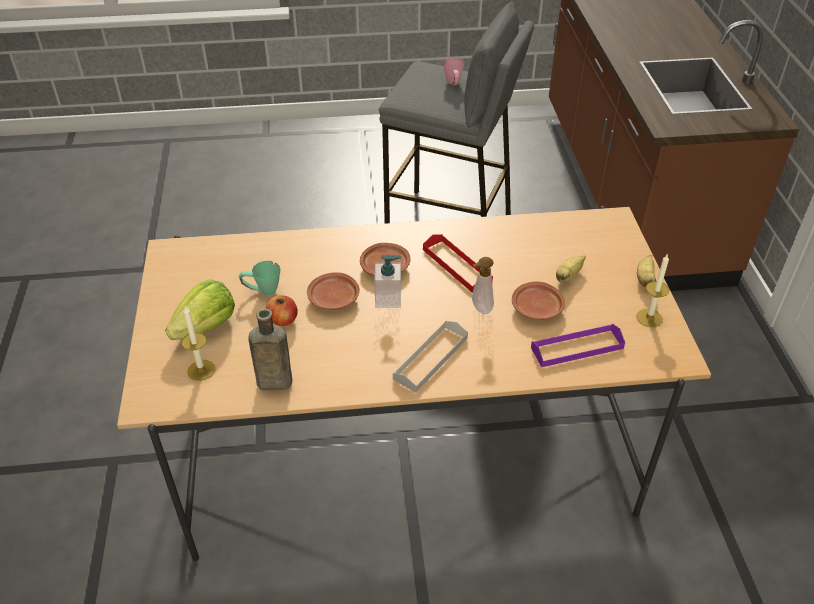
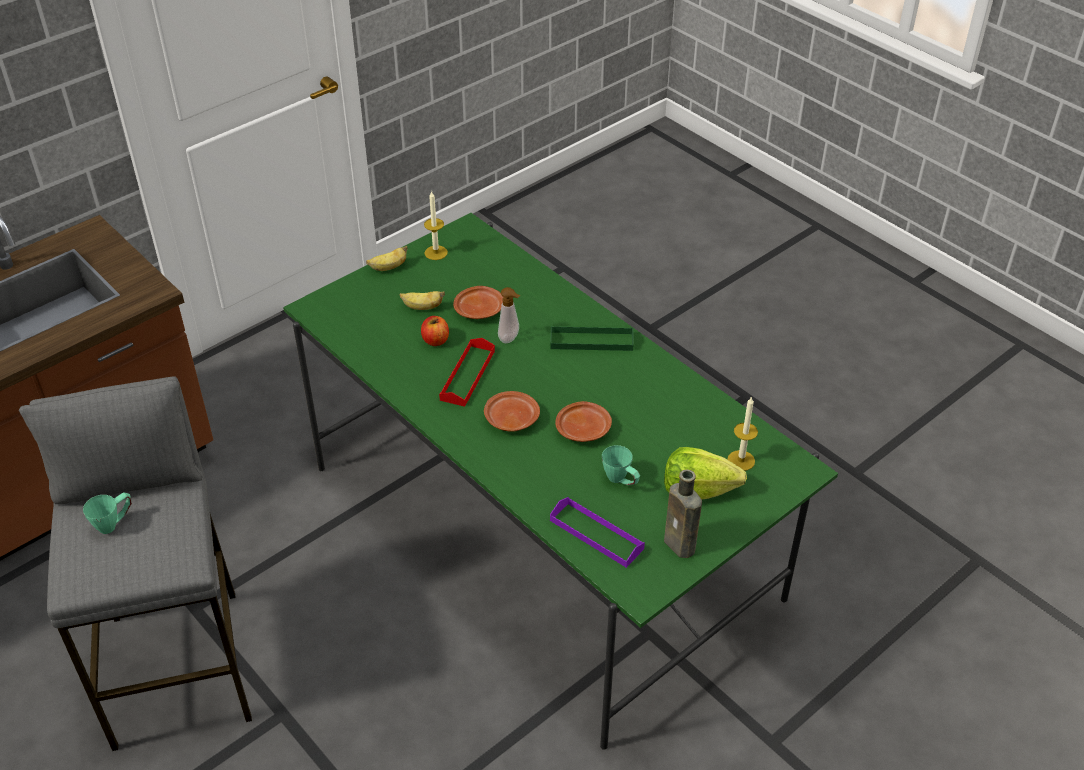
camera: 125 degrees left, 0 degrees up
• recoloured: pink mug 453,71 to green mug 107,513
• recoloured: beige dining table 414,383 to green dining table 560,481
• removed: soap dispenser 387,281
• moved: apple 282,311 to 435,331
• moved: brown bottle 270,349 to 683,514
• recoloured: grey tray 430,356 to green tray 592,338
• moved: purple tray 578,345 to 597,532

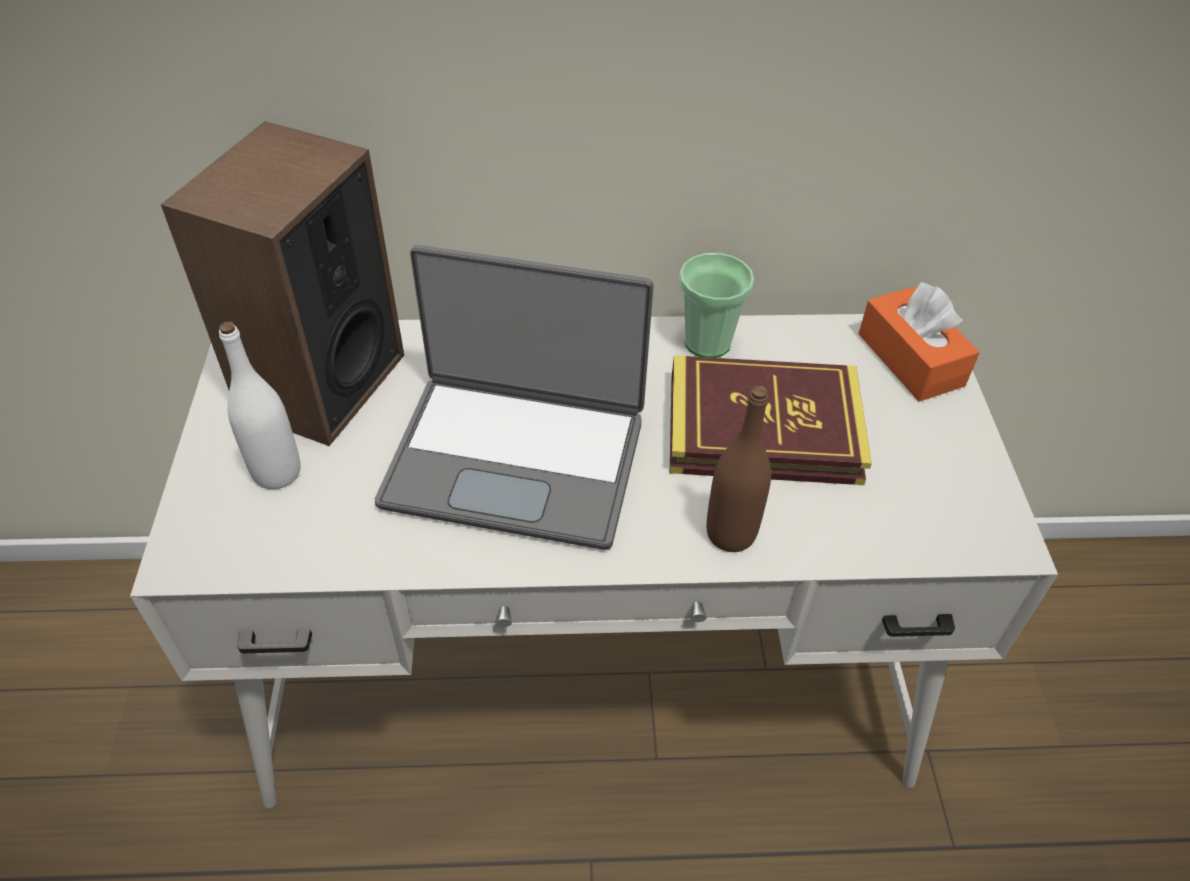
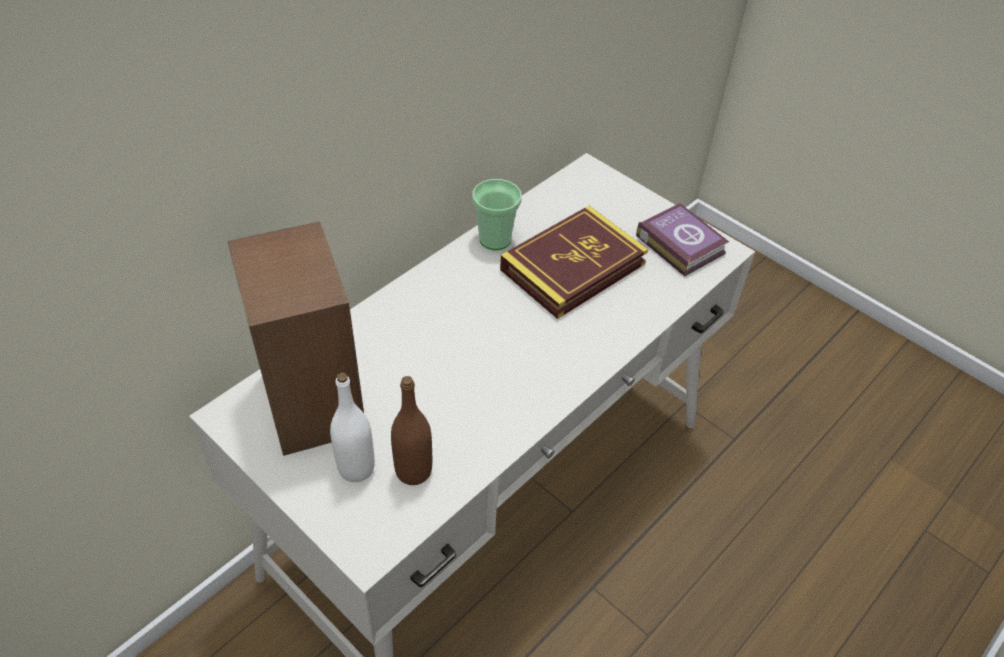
camera: 45 degrees left, 0 degrees up
• removed: laptop 514,397
• removed: orange tissue box 919,341
• moved: brown bottle 738,469 to 411,430
• added: book 682,239

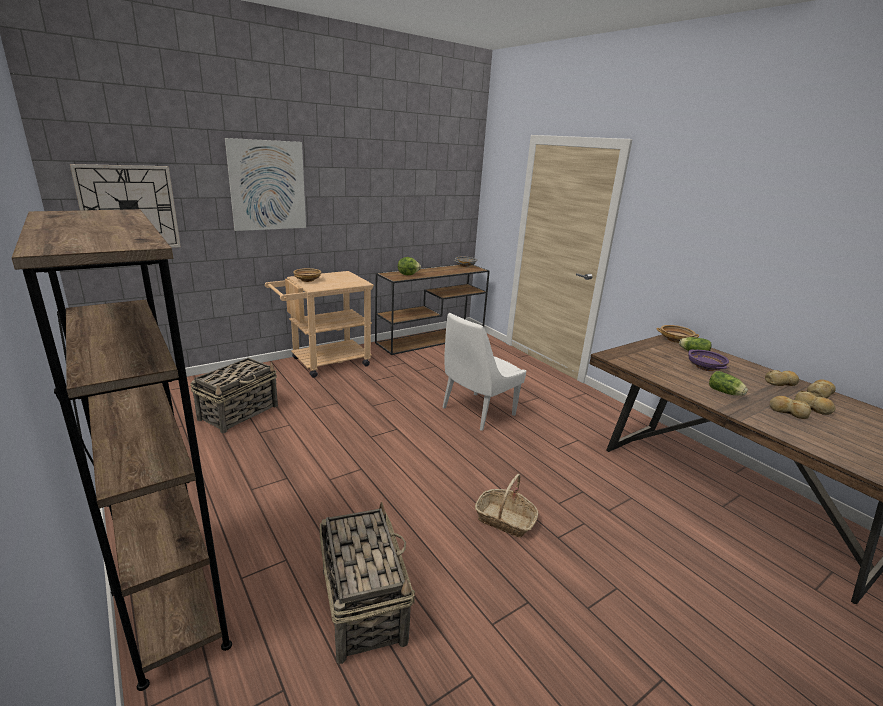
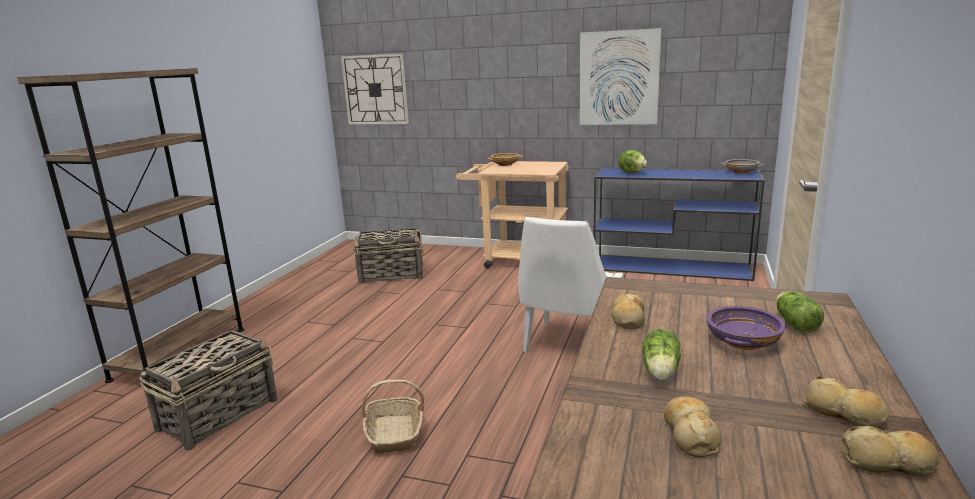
camera: 55 degrees right, 5 degrees down
• moved: picture 265,184 to 620,76
• recoloured: brown console table 432,309 to blue console table 679,224
• turned: white chair 484,372 = 570,285 75 degrees counterclockwise
• removed: beige bowl 678,334
• moved: bread 815,403 to 628,311

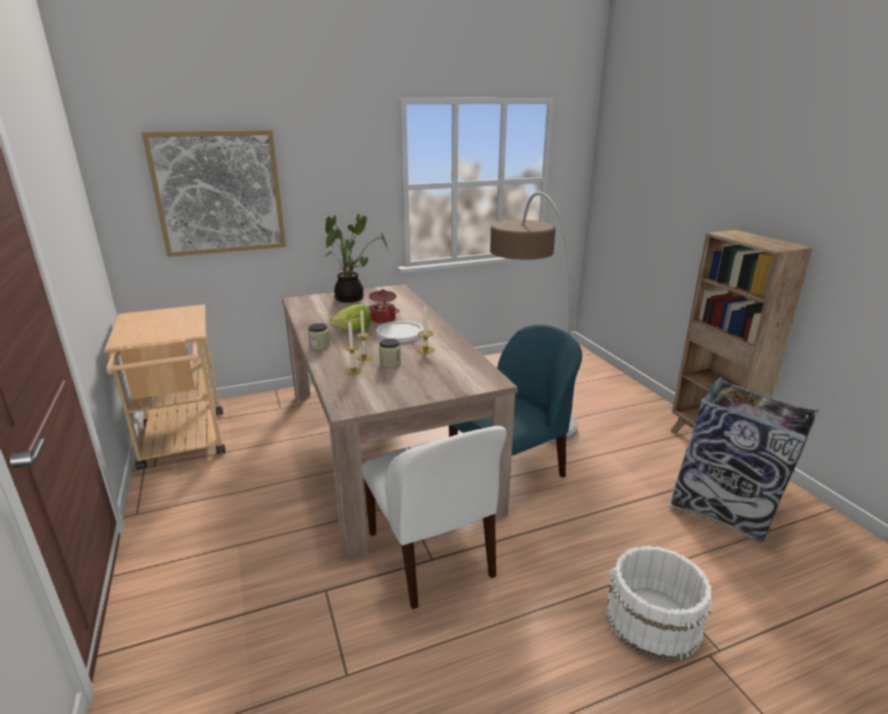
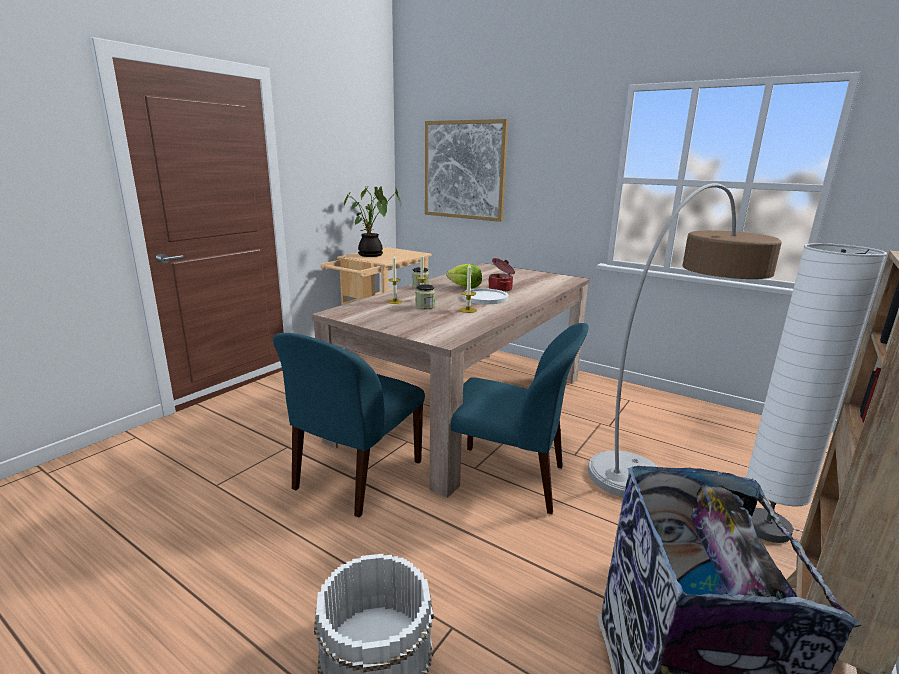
camera: 55 degrees right, 5 degrees down
• moved: potted plant 356,258 to 372,221
• recoloured: white chair 434,517 to blue chair 349,425
• added: white floor lamp 816,393

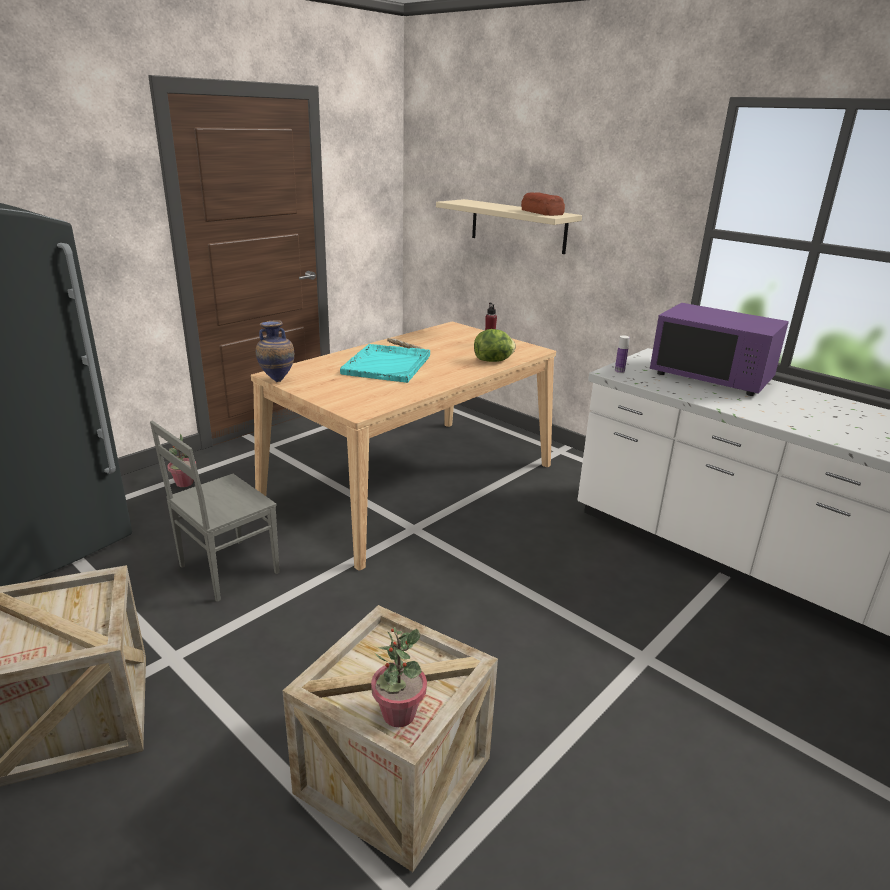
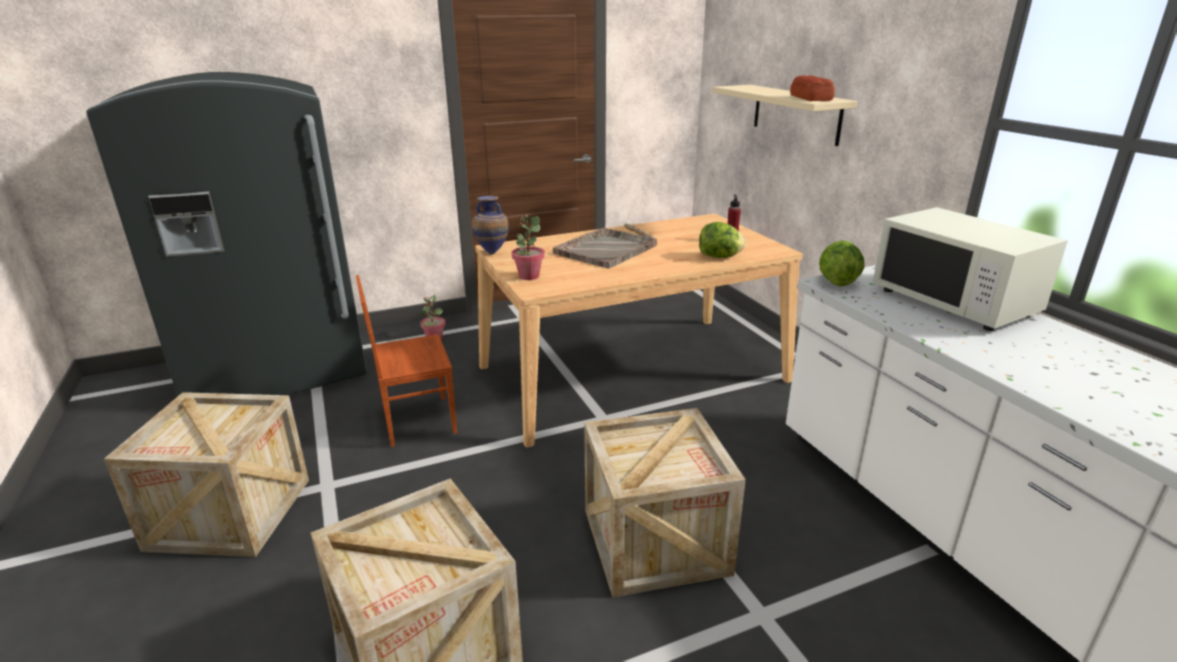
camera: 25 degrees right, 0 degrees up
• recoloured: purple microwave 719,349 to white microwave 970,269
• replaced: bottle 622,354 to lettuce 842,263
• recoloured: turquoise tray 385,363 to grey tray 605,248
• recoloured: grey chair 215,511 to brown chair 406,361
• moved: potted plant 399,677 to 528,247
• added: crate 665,502

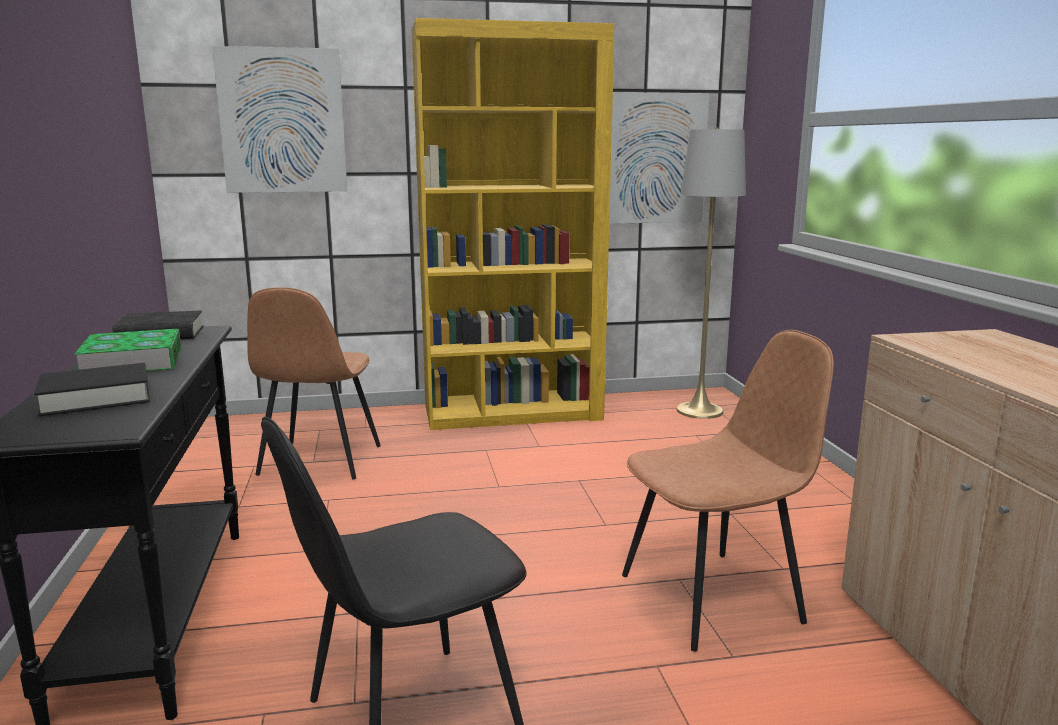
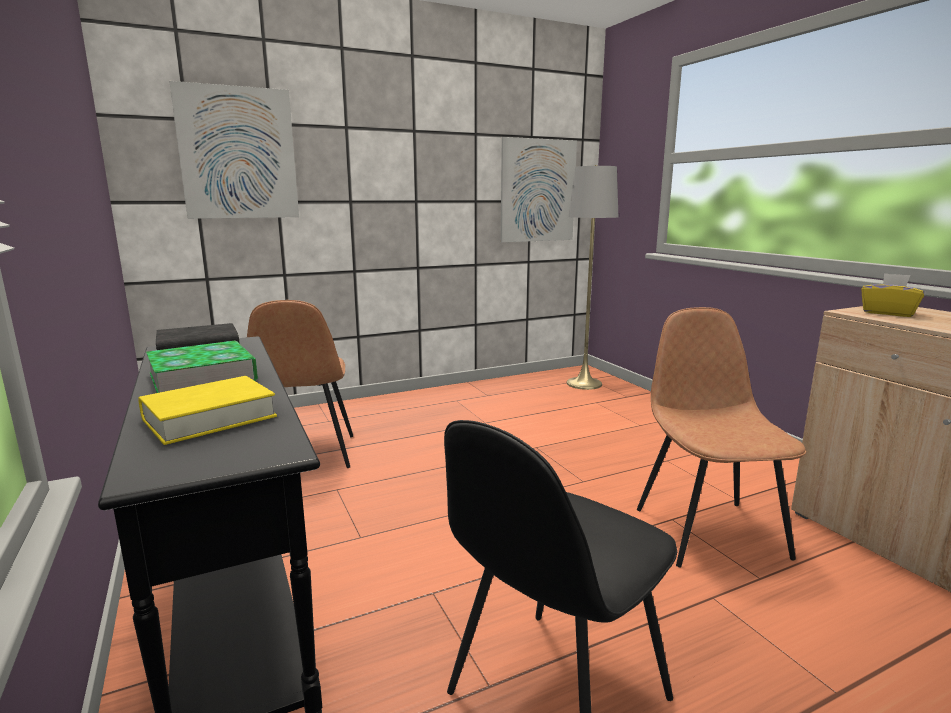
camera: 15 degrees left, 0 degrees up
• removed: yellow bookcase 513,224
• turned: brown chair 728,490 = 721,437 60 degrees counterclockwise
• recoloured: black book 92,389 to yellow book 207,410
• added: yellow tissue box 892,295

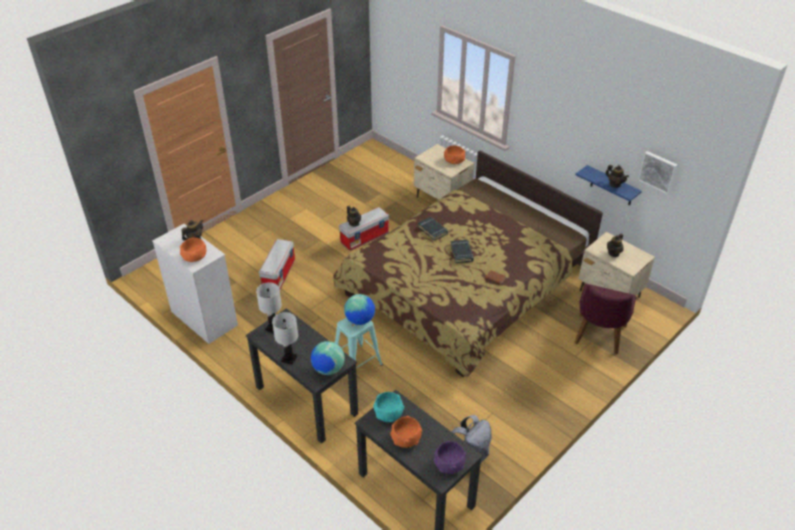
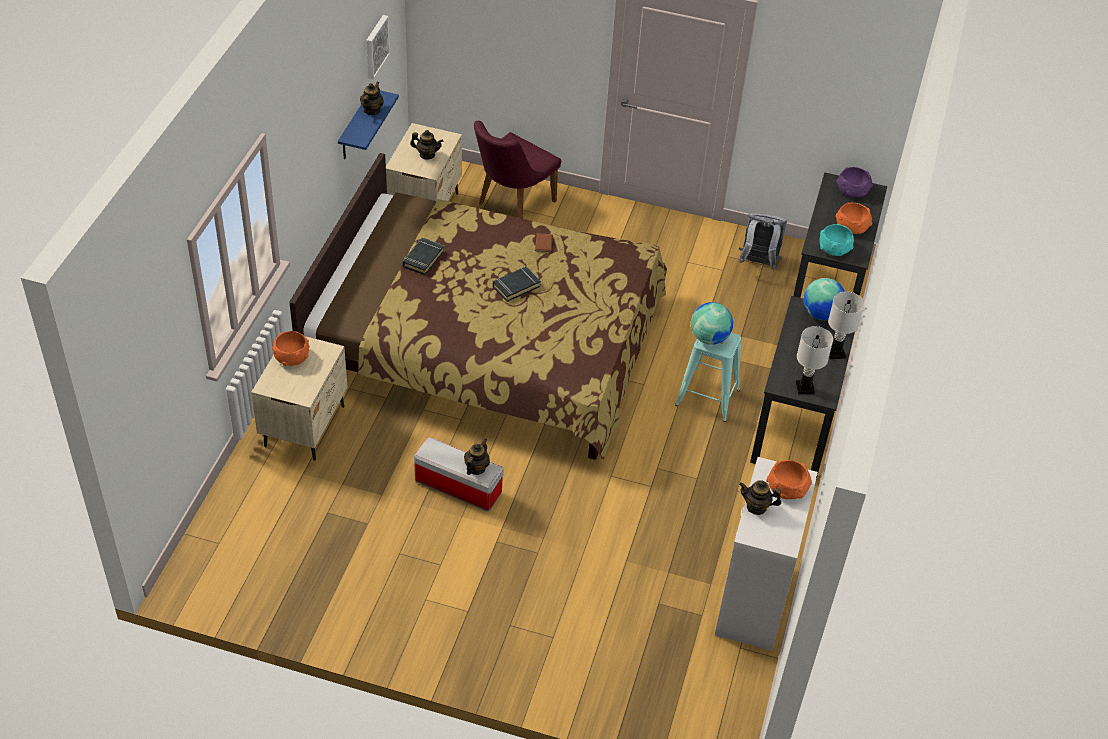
camera: 120 degrees left, 5 degrees up
• moved: black book 433,229 to 423,256
• removed: storage box 277,264
• turned: purple chair 605,319 = 517,170 135 degrees clockwise

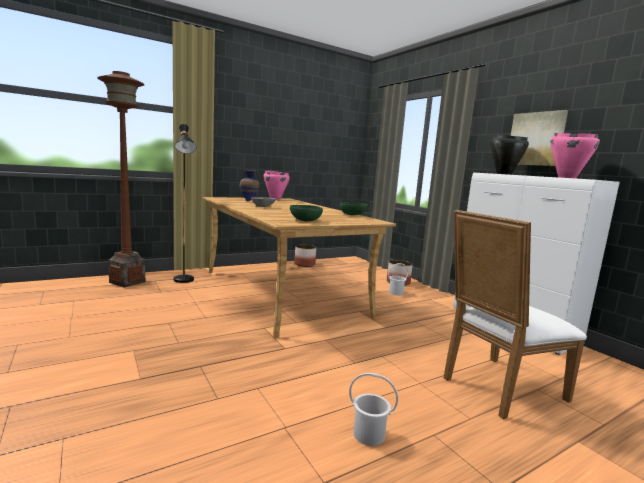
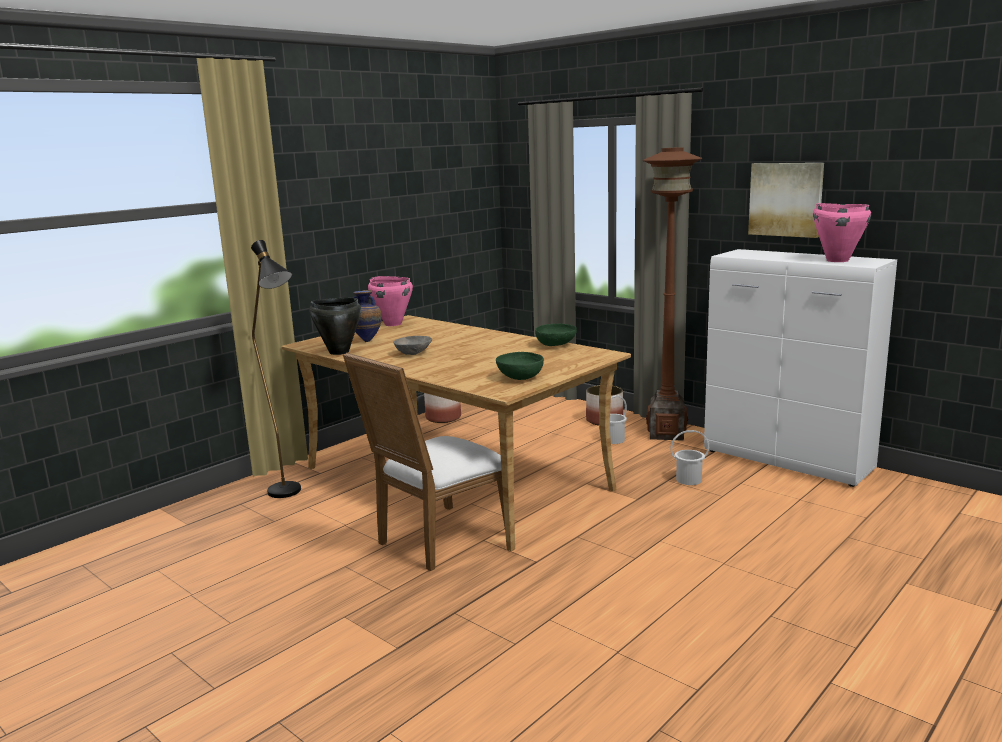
camera: 15 degrees left, 5 degrees up
• moved: brown floor lamp 121,179 to 672,294
• moved: black cooking pot 509,154 to 335,326
• moved: white chair 515,315 to 424,462
• moved: white bucket 373,409 to 690,457

